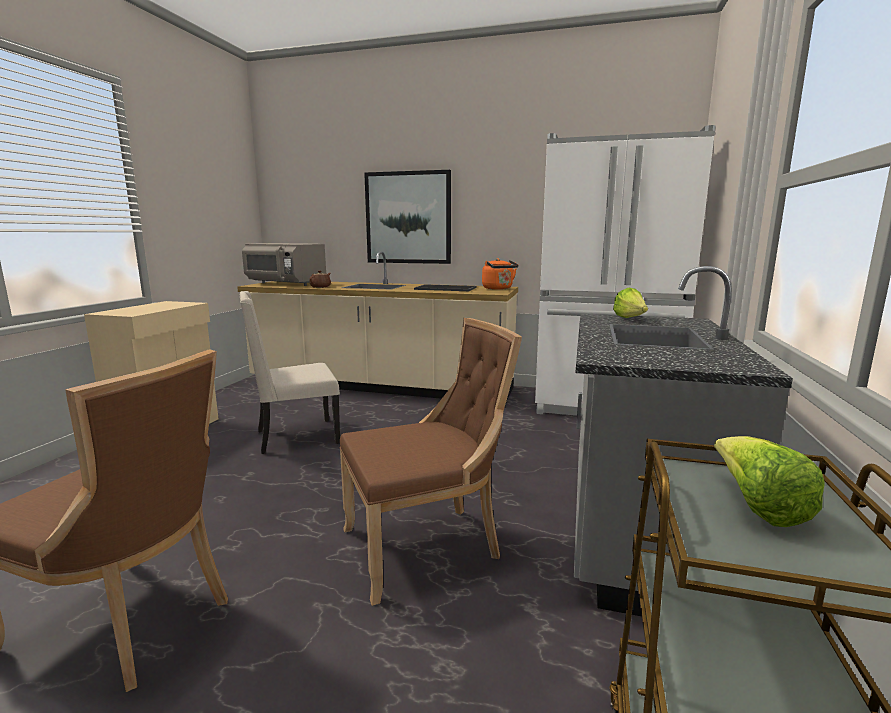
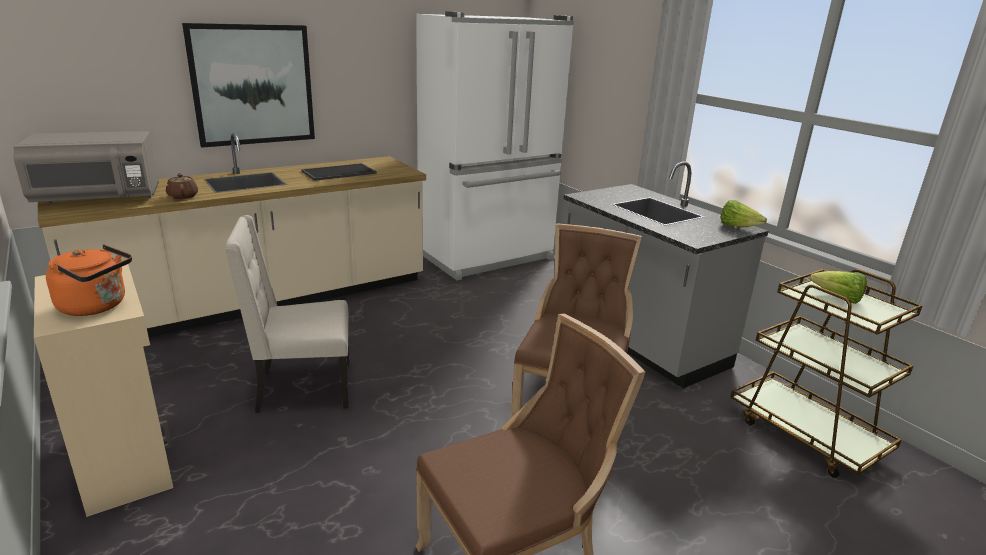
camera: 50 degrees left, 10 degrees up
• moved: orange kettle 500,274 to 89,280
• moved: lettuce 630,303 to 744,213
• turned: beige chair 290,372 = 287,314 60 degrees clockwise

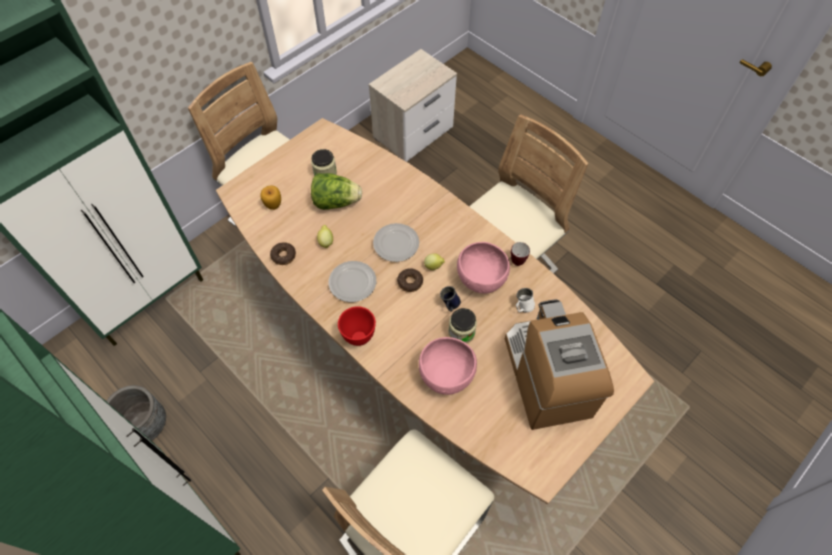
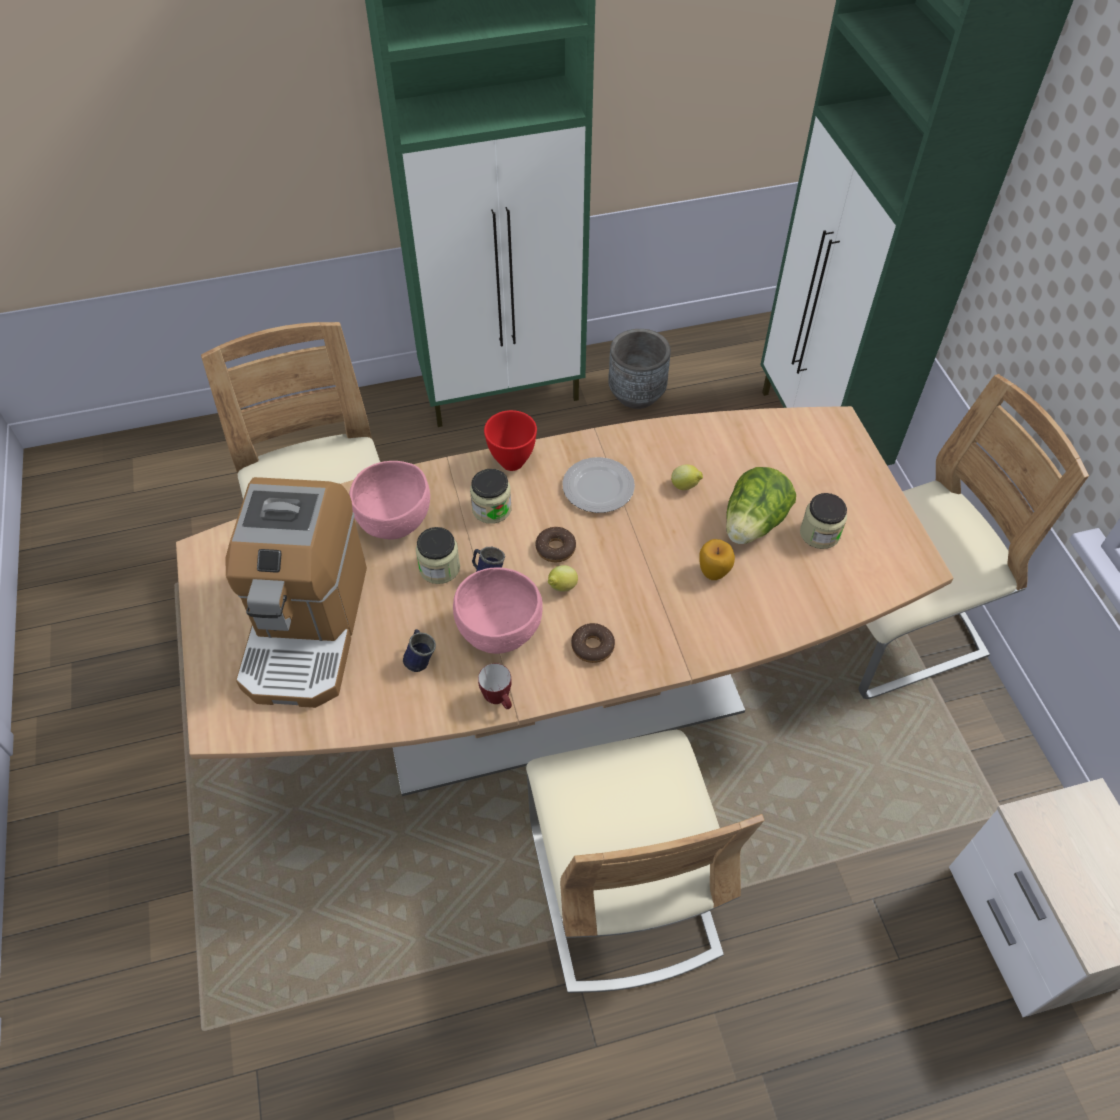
camera: 120 degrees right, 5 degrees down
• moved: apple 270,197 to 717,559
• removed: plate 396,242
• moved: donut 283,253 to 593,643
• recoloured: white mug 525,300 to blue mug 419,650
• turned: coffee machine 559,364 = 296,592 75 degrees clockwise
• added: jar 491,496

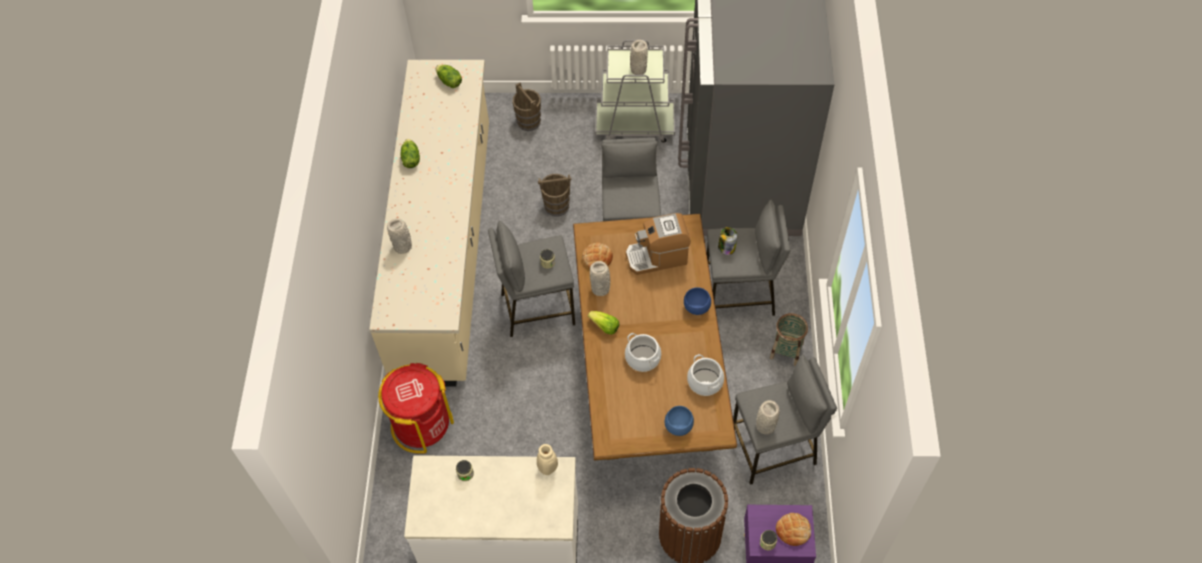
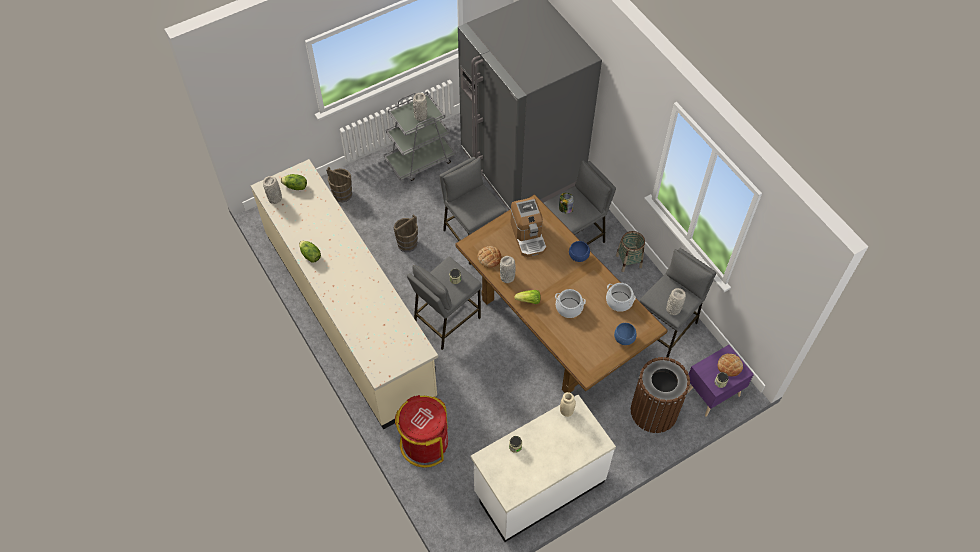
camera: 35 degrees left, 0 degrees up
• turned: coffee machine 658,244 = 529,227 60 degrees counterclockwise
• moved: grey vase 399,236 to 272,190

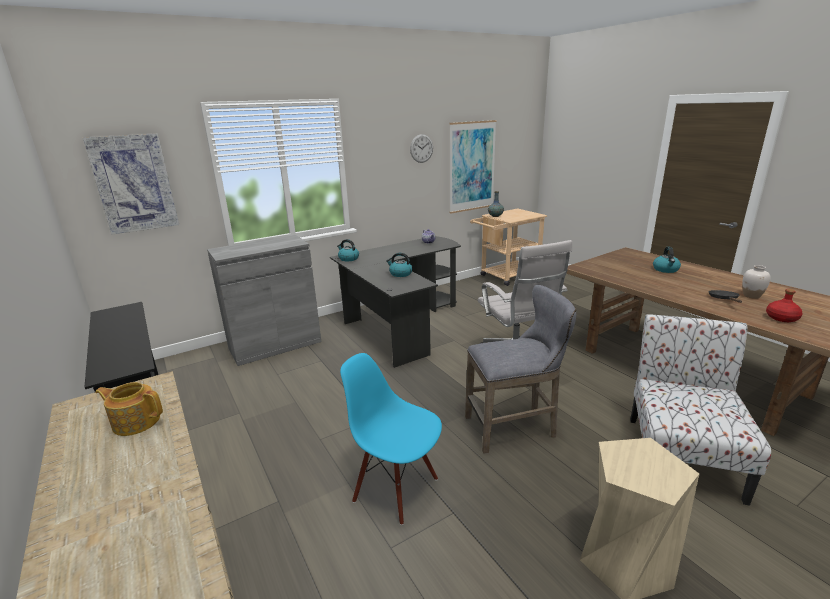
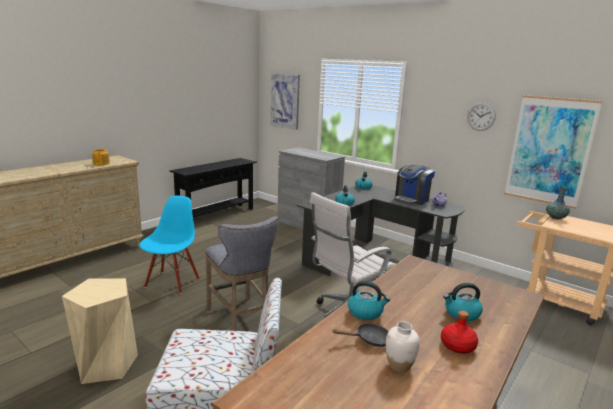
camera: 70 degrees right, 5 degrees down
• moved: red bottle 784,305 to 459,332
• added: coffee machine 414,185
• added: kettle 369,300

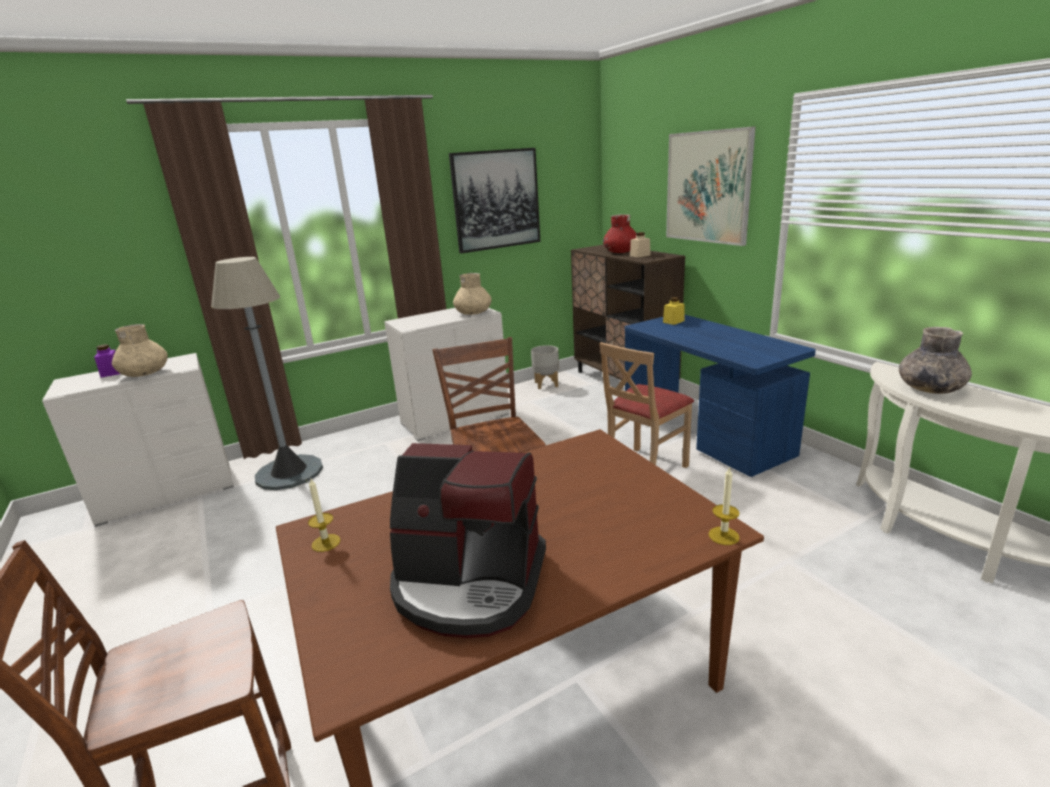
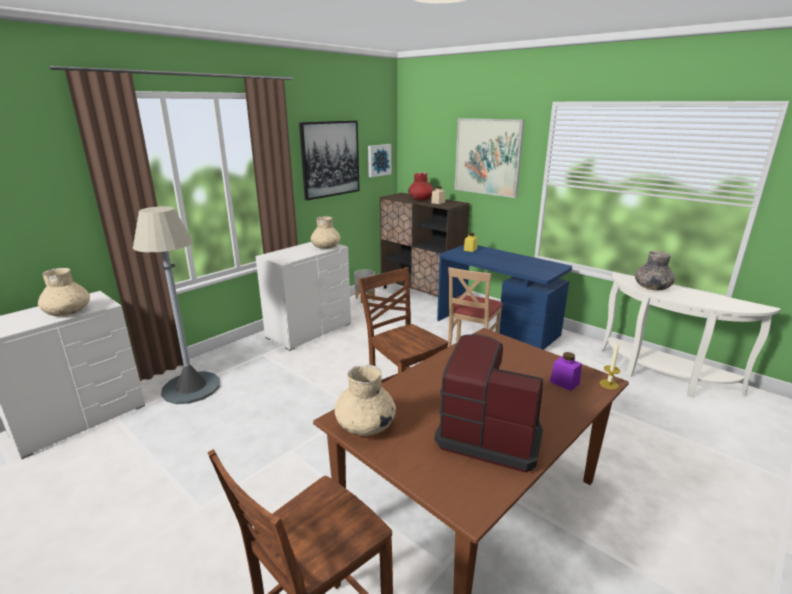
camera: 20 degrees left, 0 degrees up
• moved: purple jar 107,361 to 566,371
• turned: coffee machine 468,540 = 489,403 150 degrees counterclockwise
• replaced: candle 324,515 to beige vase 365,400
• added: picture 379,160

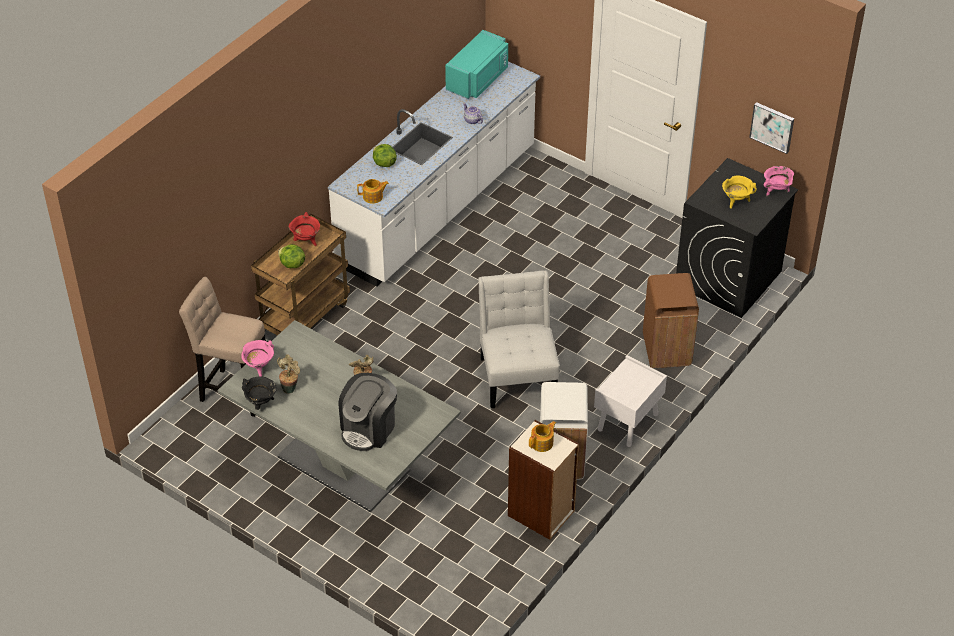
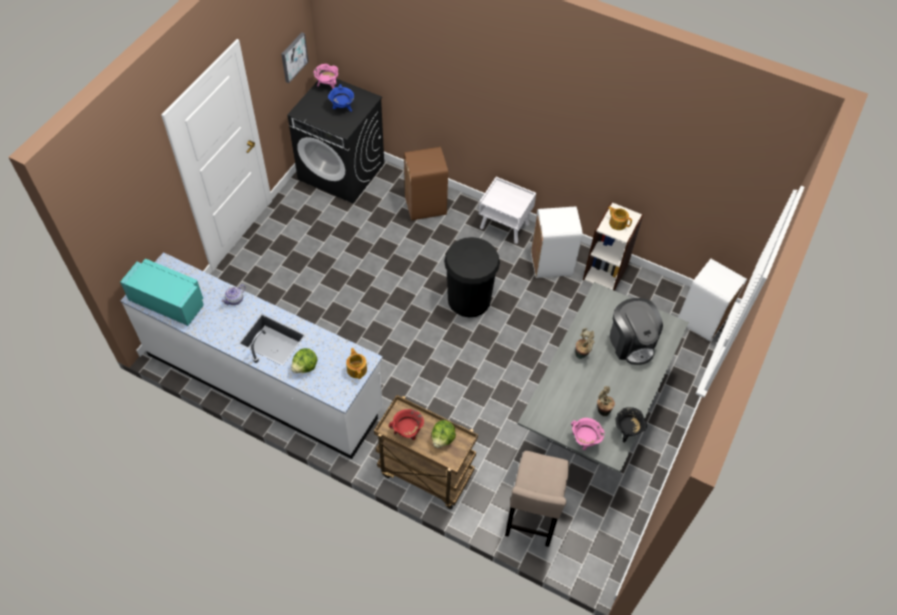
camera: 100 degrees left, 10 degrees up
• recoloured: yellow cooking pot 739,192 to blue cooking pot 341,98
• replaced: white chair 519,339 to black trash can 472,277
• turned: coffee machine 367,412 = 636,331 45 degrees clockwise
• added: white trash can 712,300

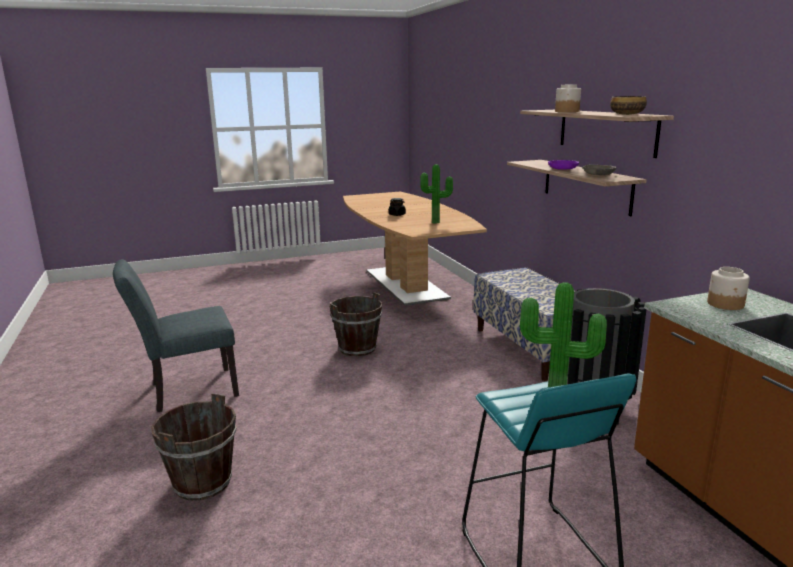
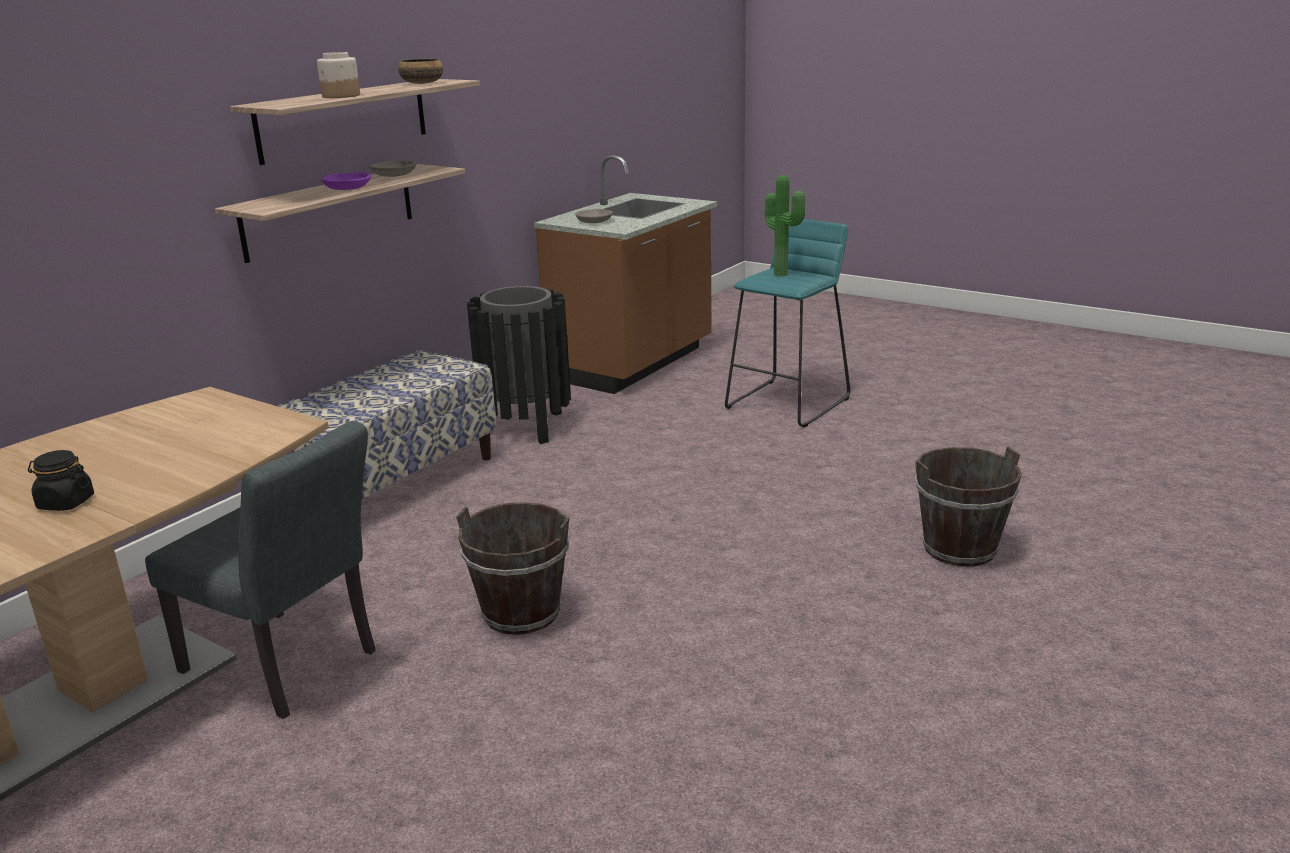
camera: 125 degrees left, 5 degrees up
• removed: potted plant 436,194
• moved: grey chair 176,335 to 260,570
• replaced: jar 728,288 to grey bowl 594,216

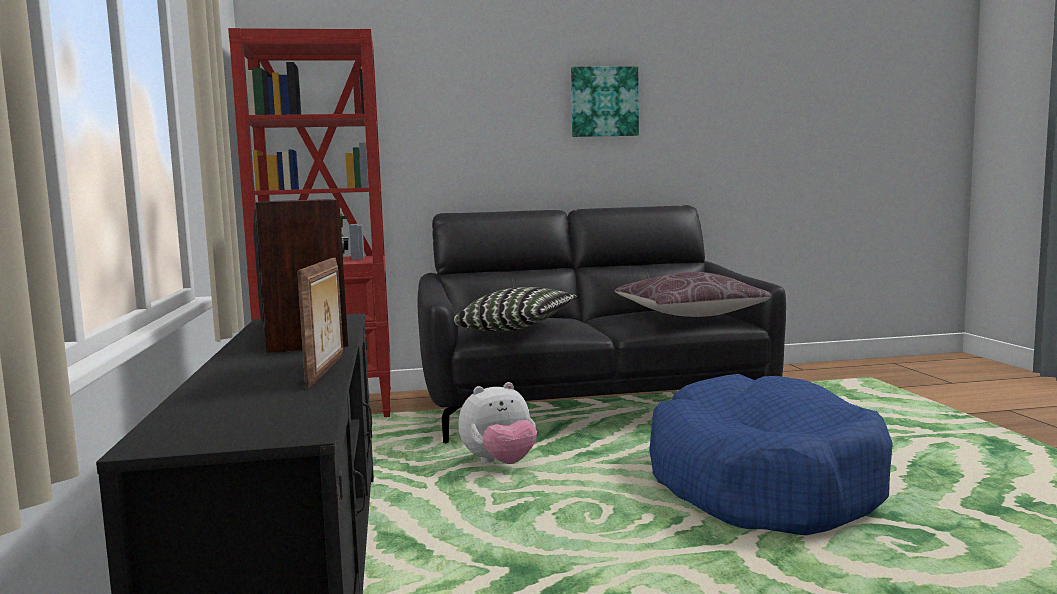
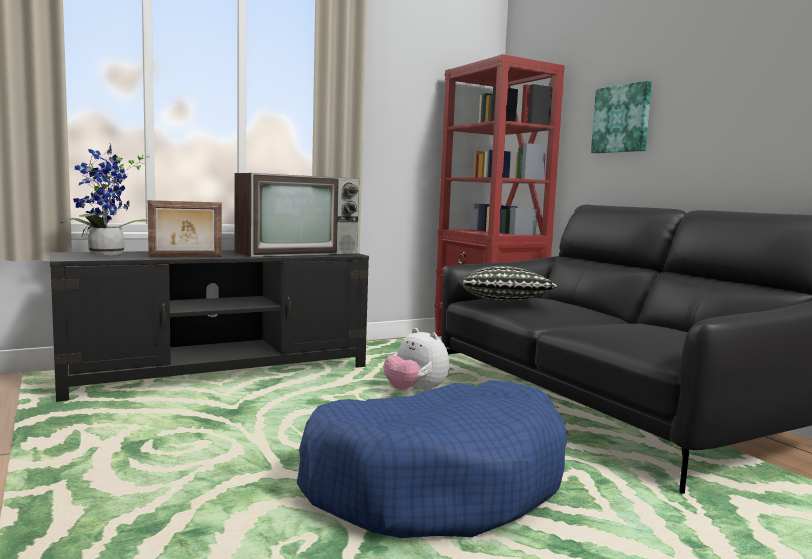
camera: 70 degrees right, 0 degrees up
• moved: picture 605,101 to 621,117
• removed: brown pillow 692,294
• added: potted plant 104,199

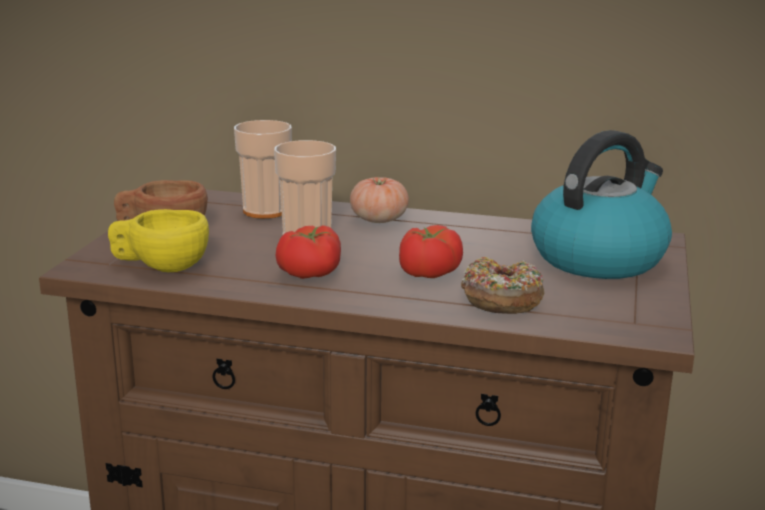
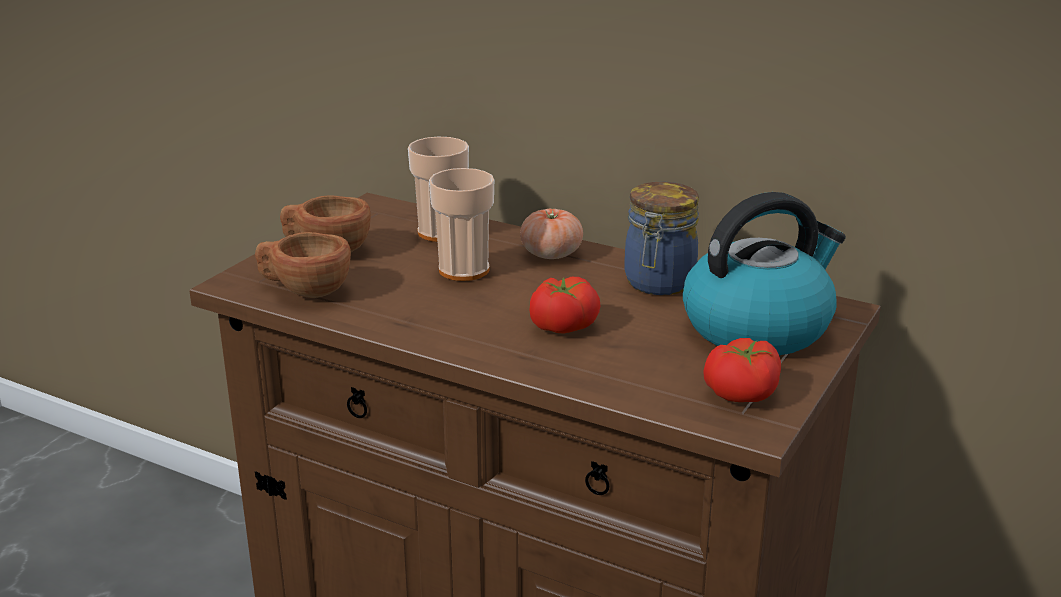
camera: 15 degrees right, 5 degrees up
• recoloured: yellow cup 158,240 to brown cup 303,265
• moved: tomato 308,252 to 742,370
• removed: donut 502,285
• added: jar 661,238

